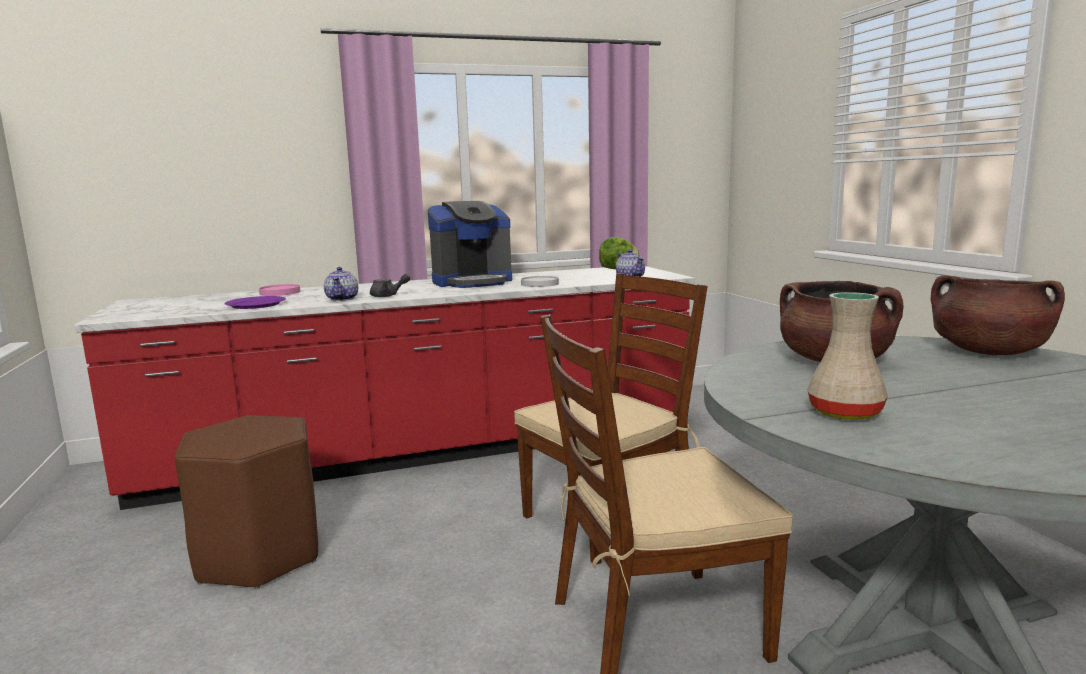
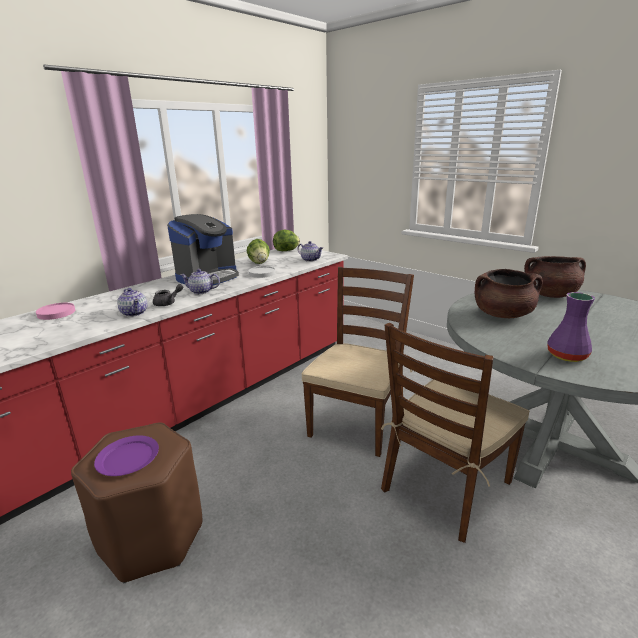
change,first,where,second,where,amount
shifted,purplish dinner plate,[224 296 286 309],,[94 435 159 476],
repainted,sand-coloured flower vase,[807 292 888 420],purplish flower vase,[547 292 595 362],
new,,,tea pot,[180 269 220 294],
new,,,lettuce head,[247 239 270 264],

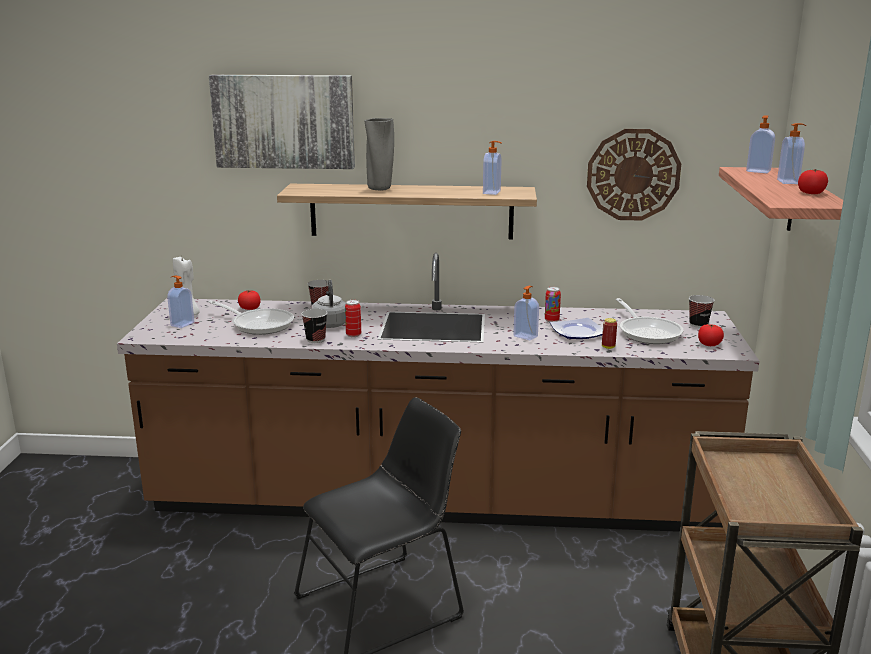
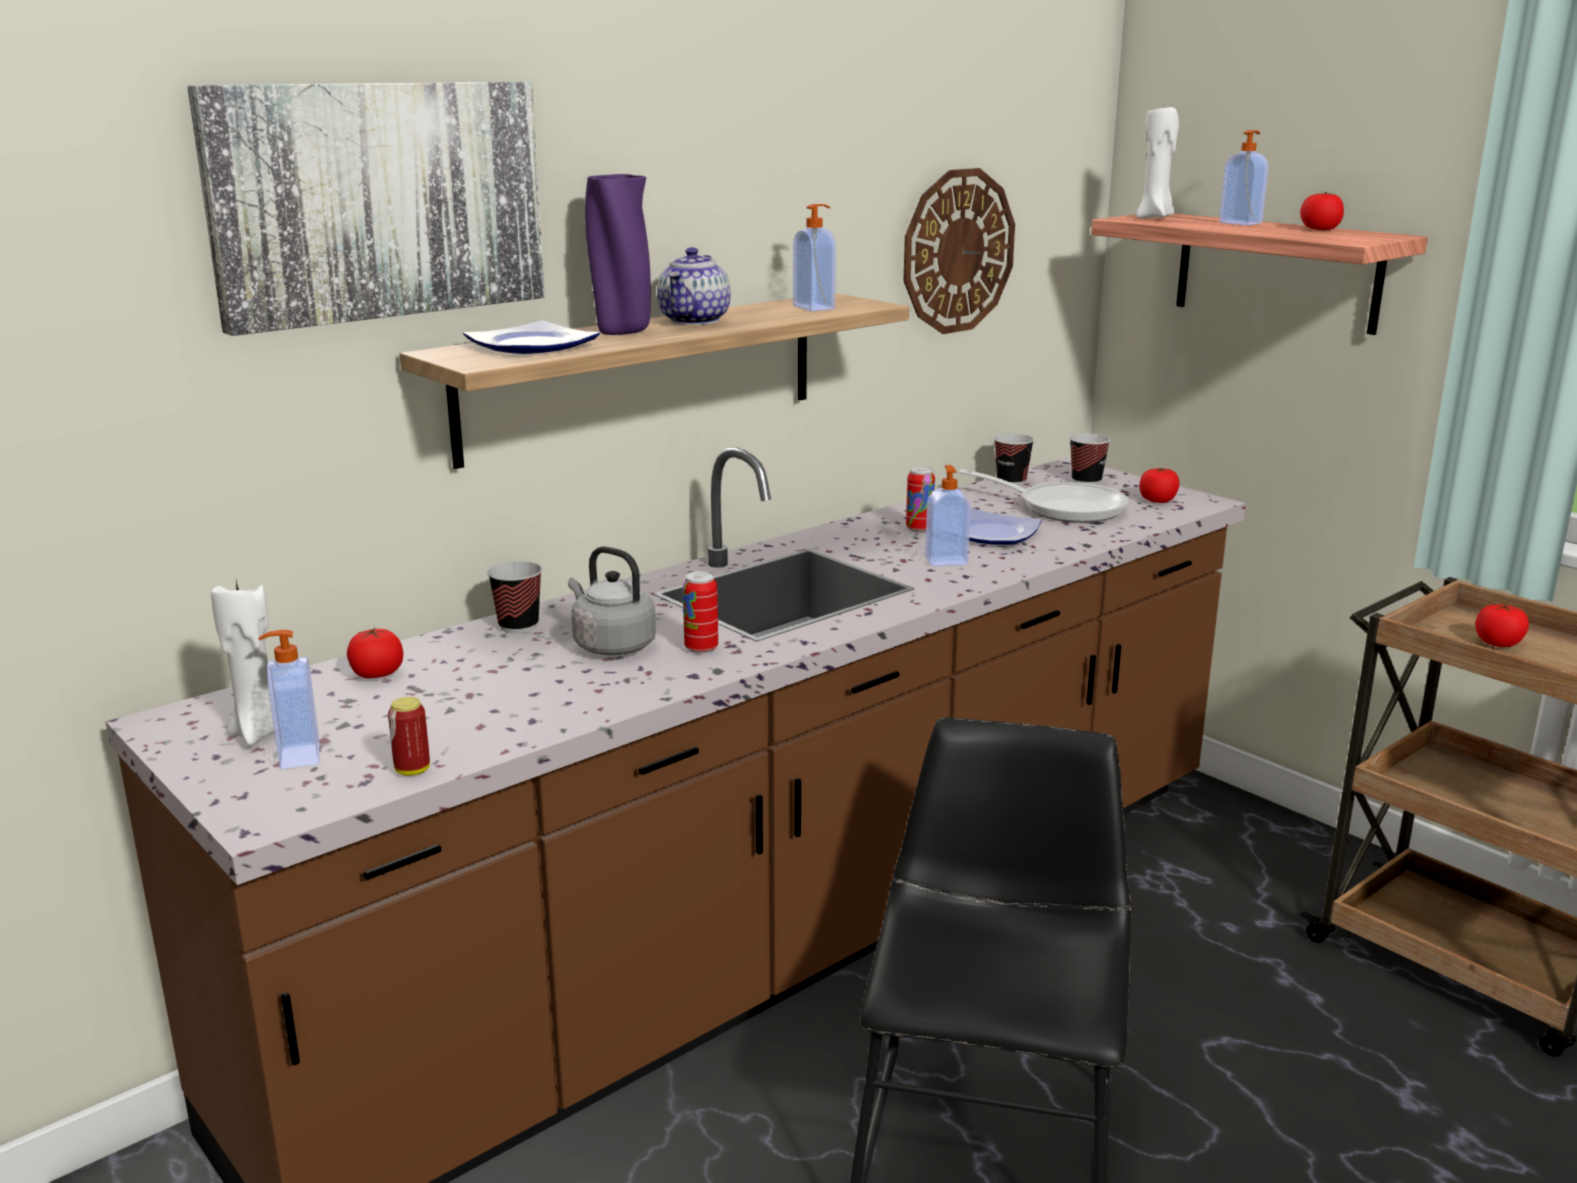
change,first,where,second,where,amount
gone,pan,[208 300 294 335],,,
shifted,drinking cup,[301 309 327 343],,[994 433 1034 485],
repainted,greyish flower vase,[364 118 394 191],purplish flower vase,[585 174 651 335],
shifted,metal can,[602 318 617 349],,[388 697 430 776],
swapped,soap bottle,[746 115 775 173],white wax candle,[1136 107 1179 218],
new,,,dinner plate,[463 320 600 354],
new,,,tea pot,[657 247 731 325],
new,,,tomato,[1475 604 1529 647],

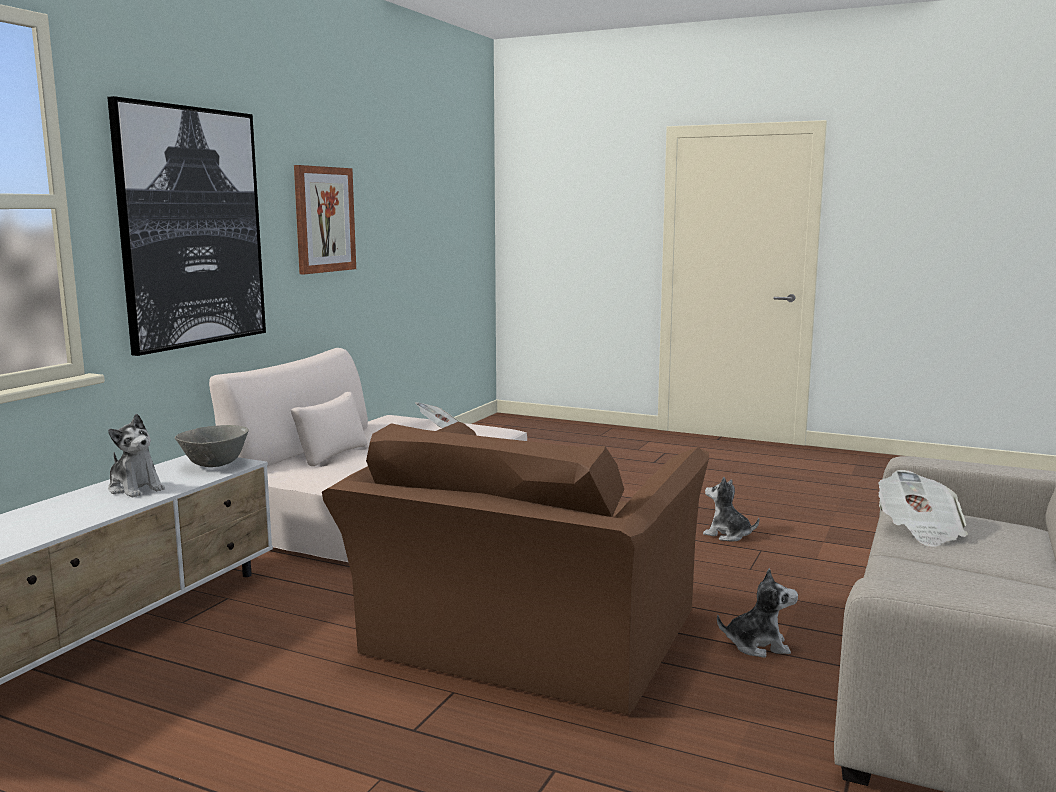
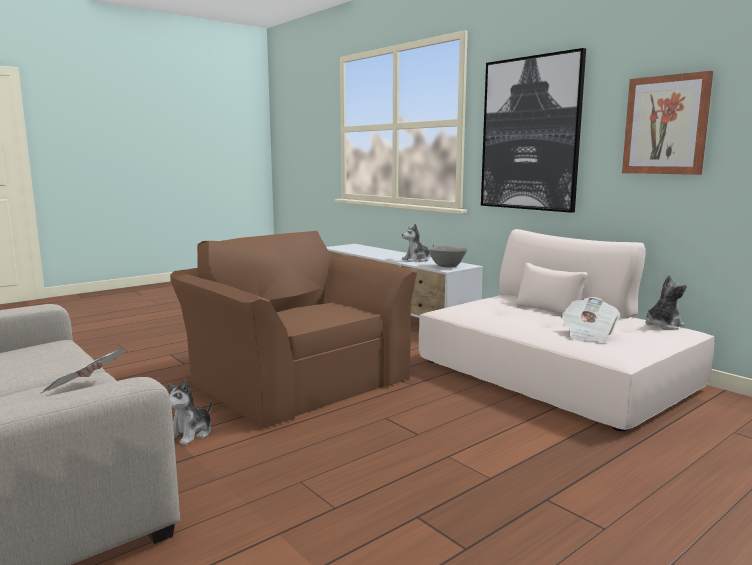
change,first,where,second,where,amount
shifted,soft toy,[703 477 759 542],,[645 275 686 330],

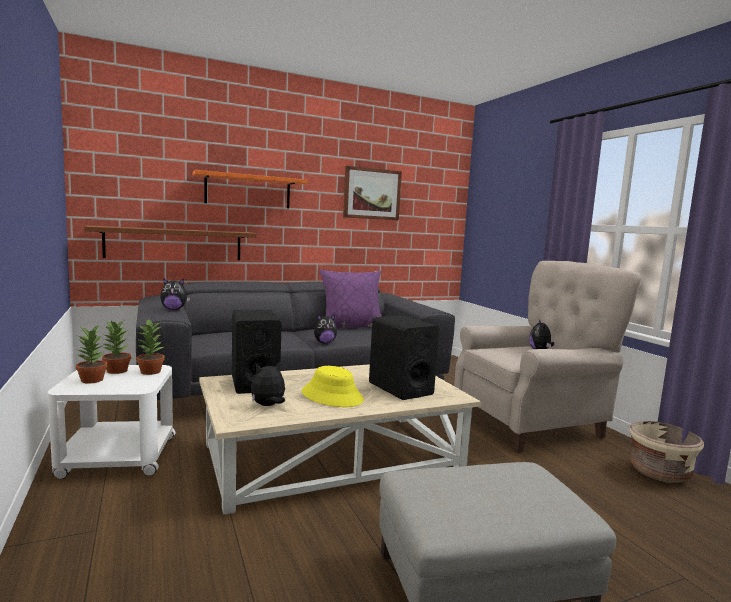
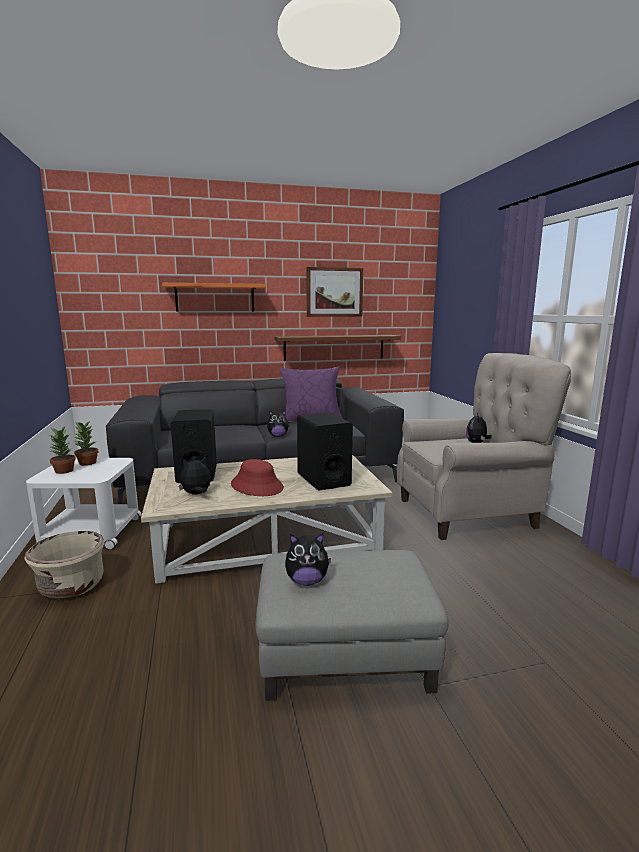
change,first,where,second,where,amount
shifted,brown wall shelf,[84 226 257 260],,[274 335 401 361],
gone,potted plant,[136 319 164 375],,,
shifted,soft toy,[160 278 190 310],,[285 533 331 586],
repainted,yellow-coloured hat,[302 366 364 407],red hat,[231 459 284 496],
shifted,sand-coloured planter,[629 421 704 483],,[24 531 105 599],

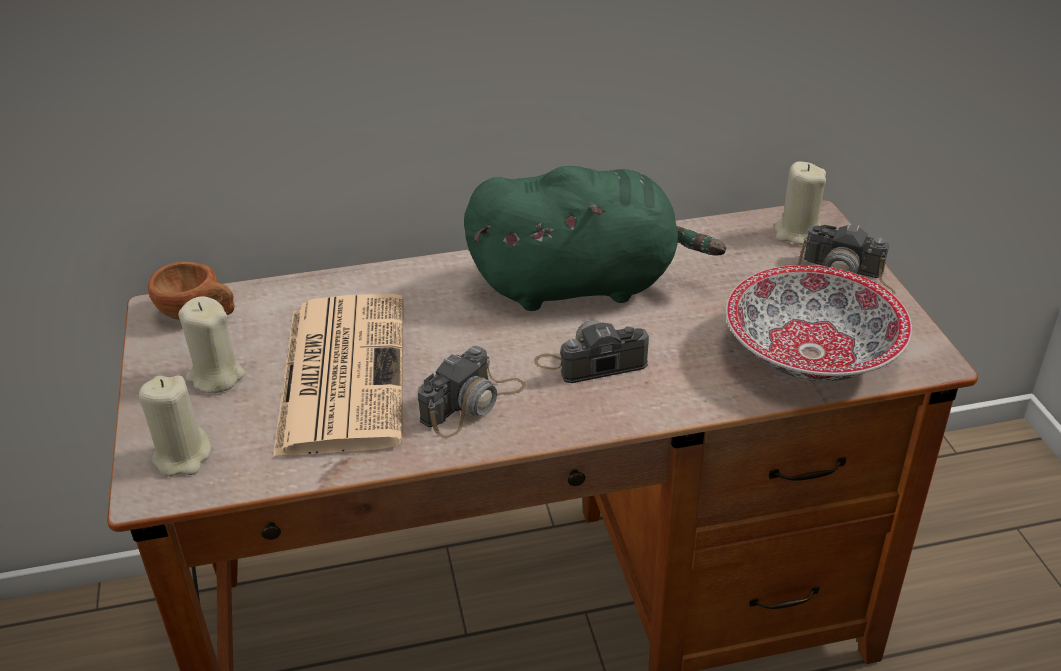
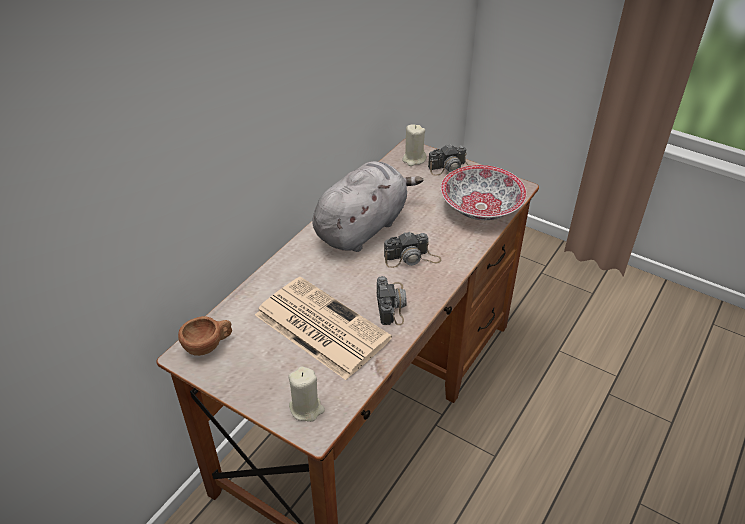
change,first,where,second,where,amount
gone,sand-coloured wax candle,[178 296 245 393],,,
repainted,greenish soft toy,[464 166 726 311],greyish soft toy,[312 161 423 252],
rotated,photo camera,[534 320 649 383],,[384 231 442 268],135 degrees counterclockwise

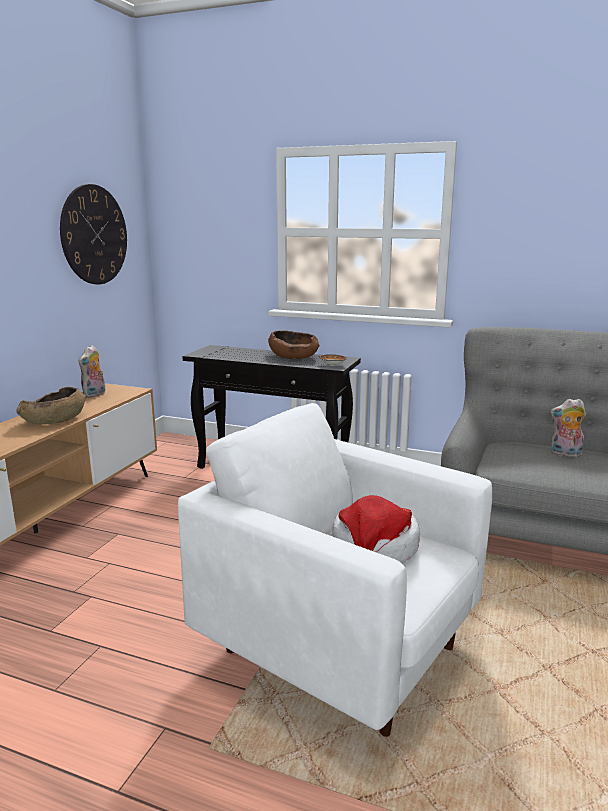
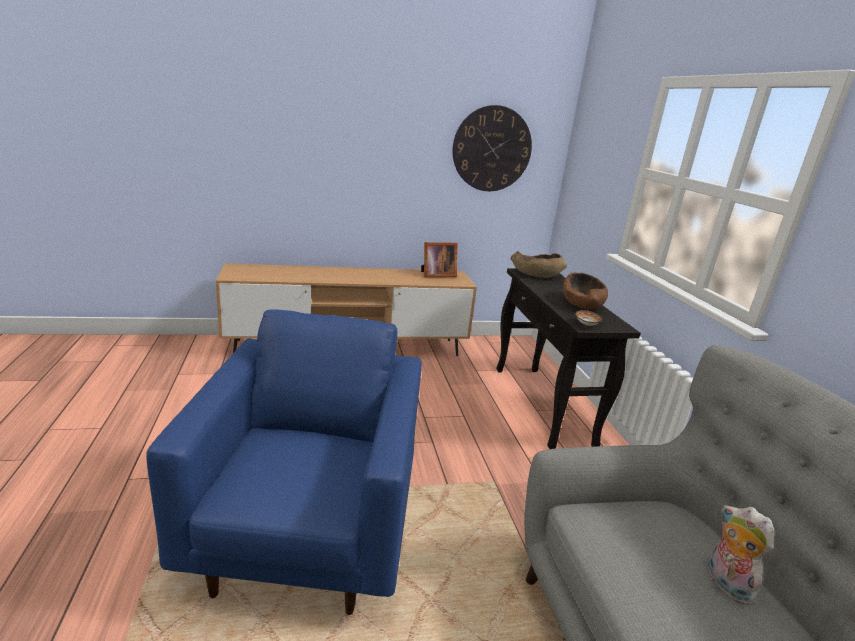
change,first,where,second,where,amount
shifted,brown bowl,[16 387 86 424],,[511 251 567 278],
swapped,soft toy,[78 345 105 398],standing frame,[421 242 458 277],
repainted,white lounge chair,[178 403 492 737],blue-coloured lounge chair,[146 309 422 615],
gone,hat,[332 495 420 563],,,

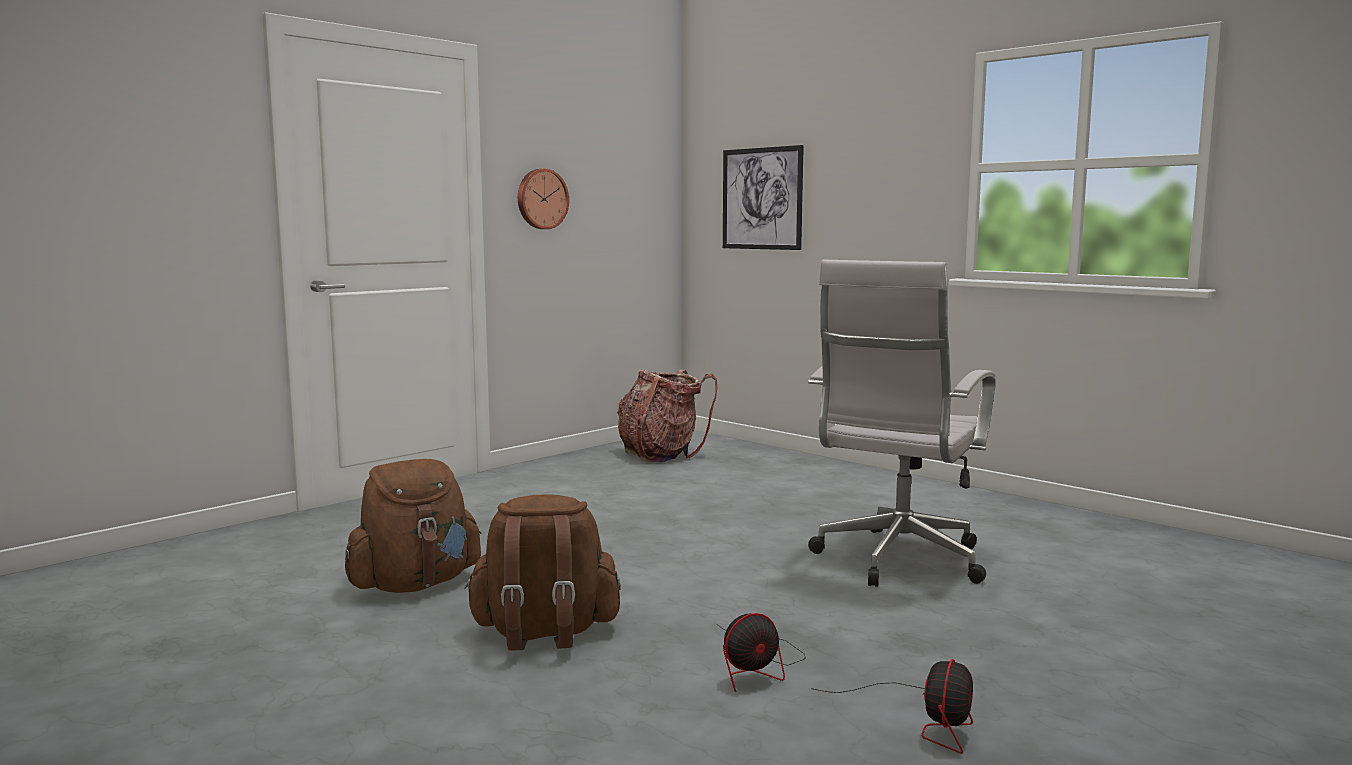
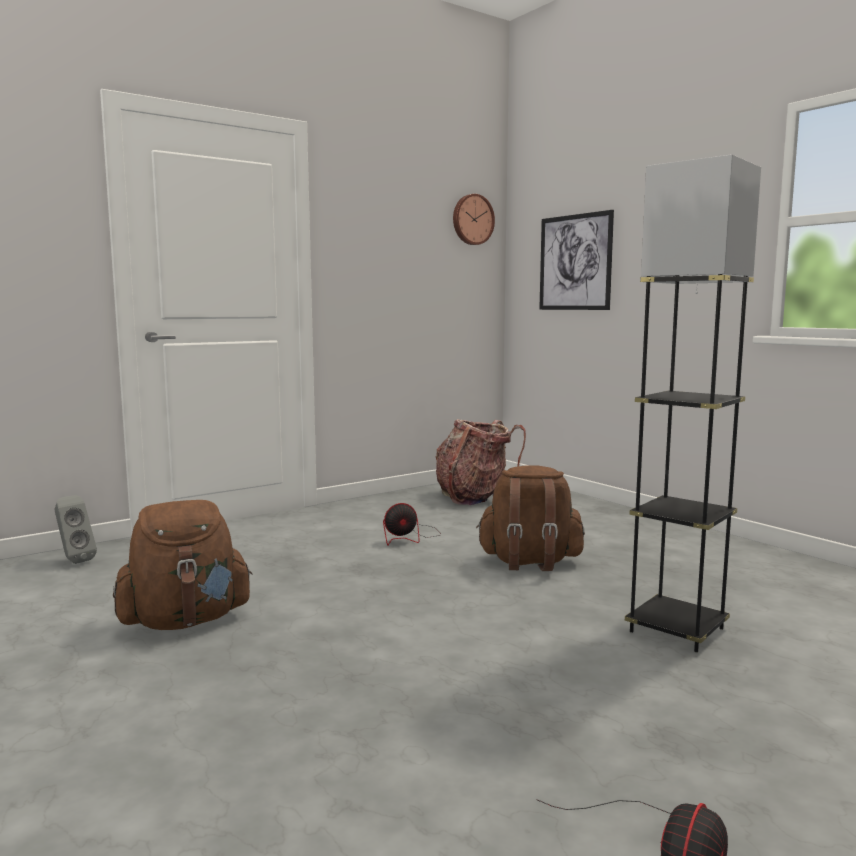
change,first,where,second,where,amount
shifted,brown backpack,[464 495 621 651],,[476 465 585 571],
shifted,hanging clock,[518 169 569 229],,[453 194 495 245],
shifted,cooling fan,[717 613 806 692],,[383 503 441 546],
swapped,white desk chair,[808 260 996 587],greyish floor lamp,[625 154 761 653],
new,,,greyish speaker,[54 495 97 564],

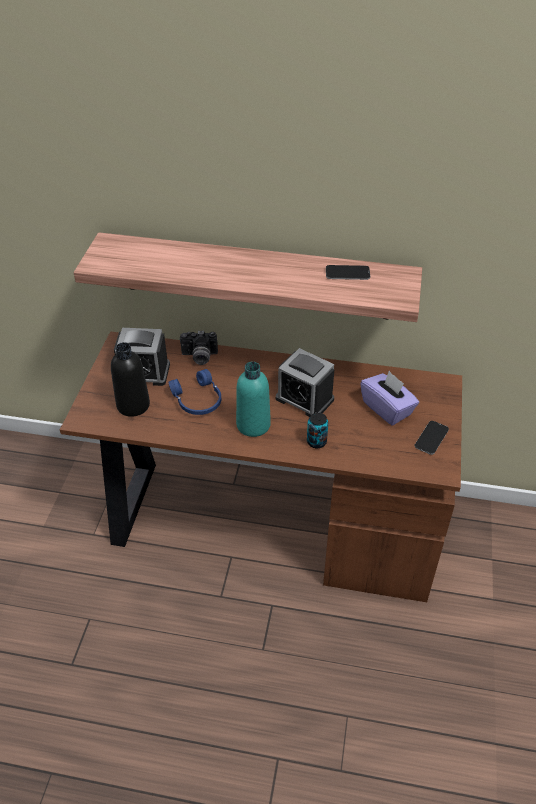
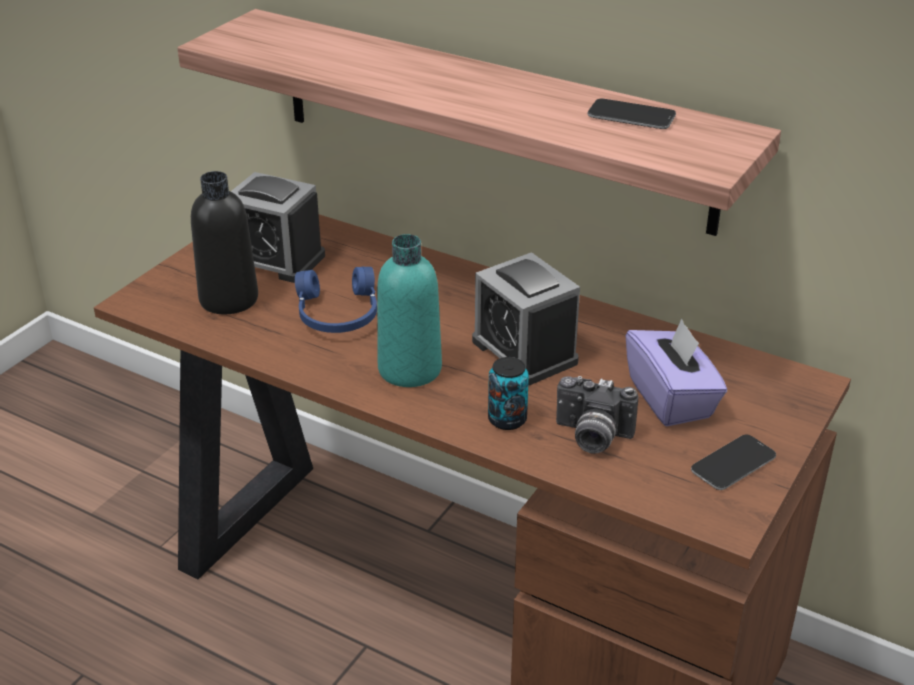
change,first,where,second,where,amount
shifted,photo camera,[180 330 218 365],,[556 376 638 454],

